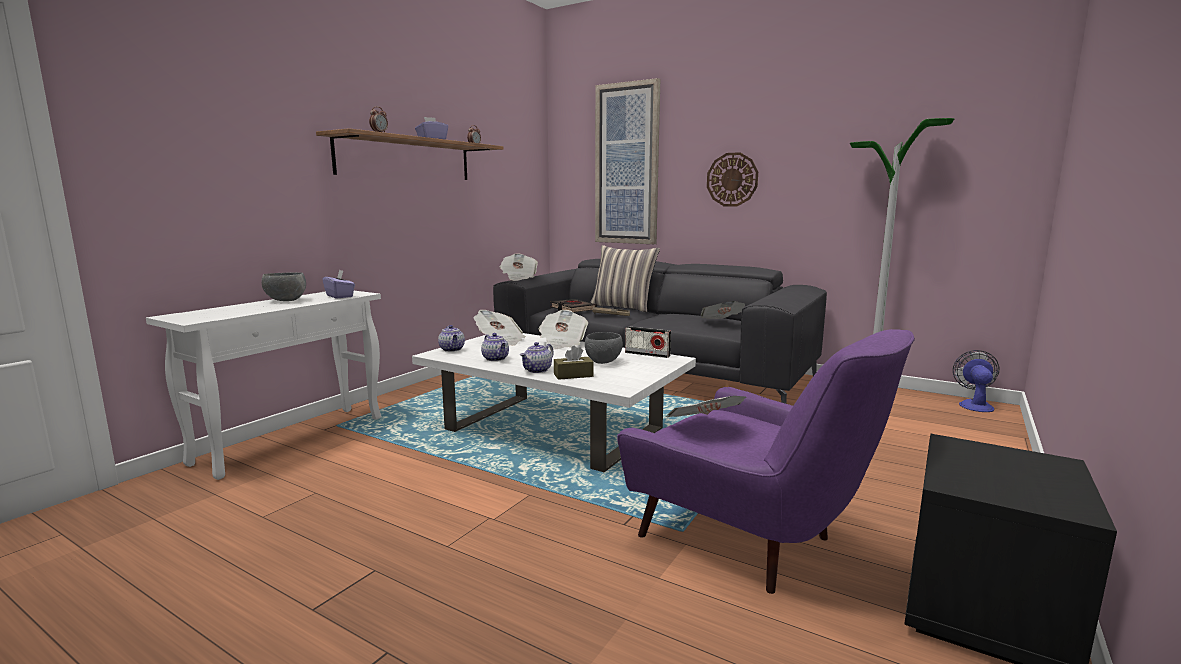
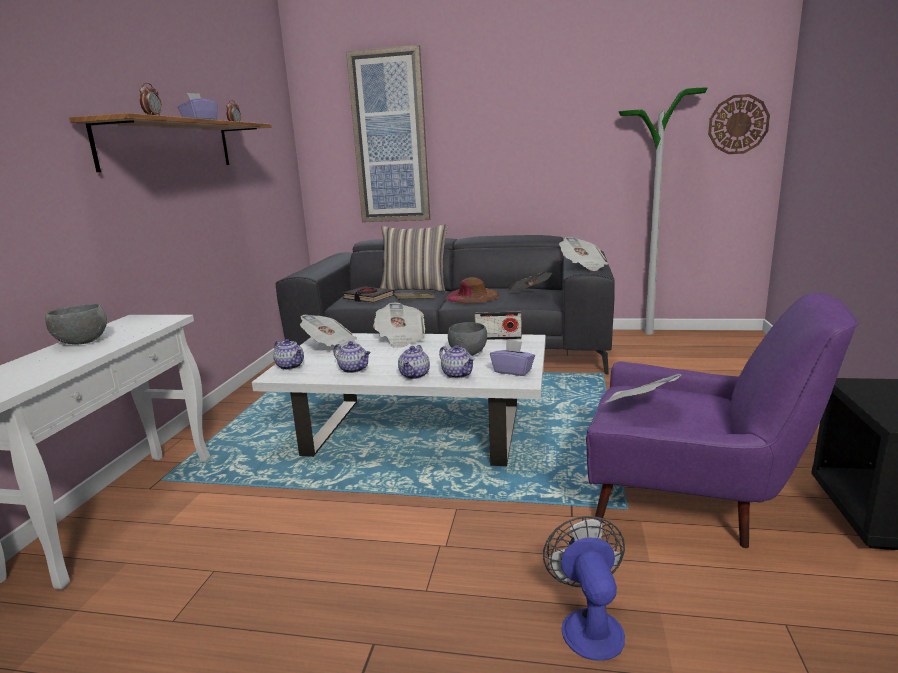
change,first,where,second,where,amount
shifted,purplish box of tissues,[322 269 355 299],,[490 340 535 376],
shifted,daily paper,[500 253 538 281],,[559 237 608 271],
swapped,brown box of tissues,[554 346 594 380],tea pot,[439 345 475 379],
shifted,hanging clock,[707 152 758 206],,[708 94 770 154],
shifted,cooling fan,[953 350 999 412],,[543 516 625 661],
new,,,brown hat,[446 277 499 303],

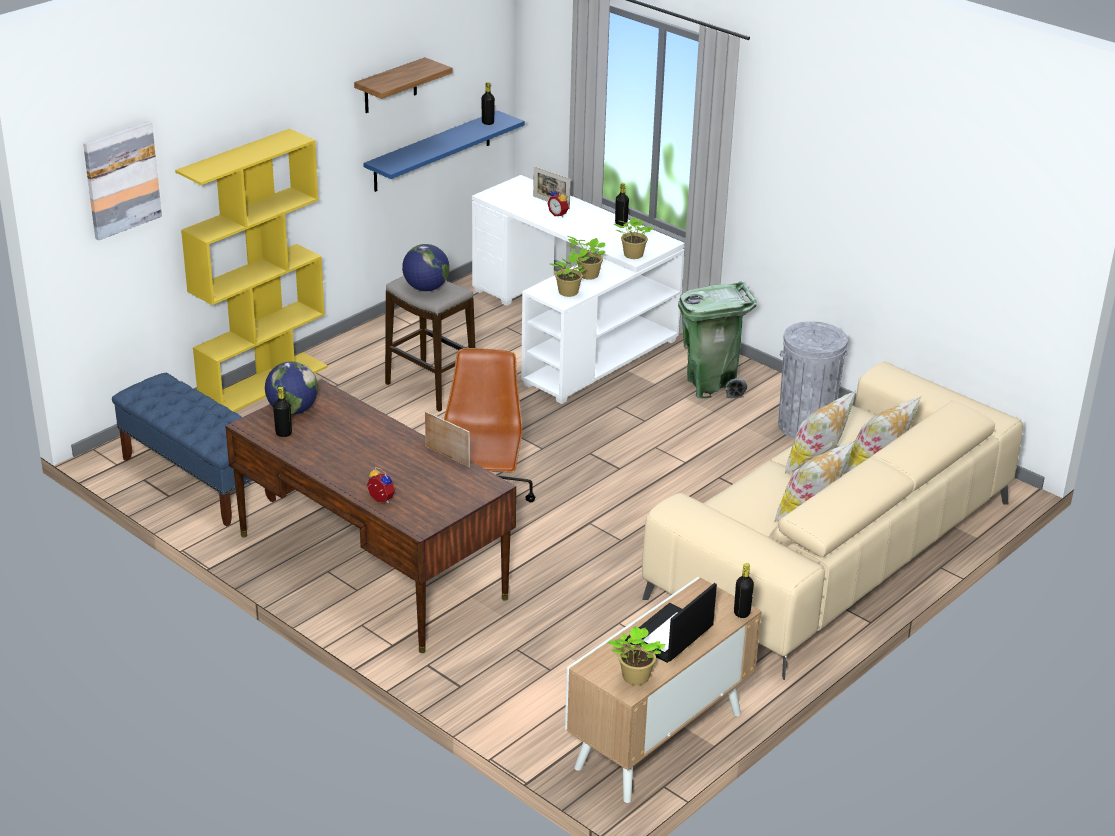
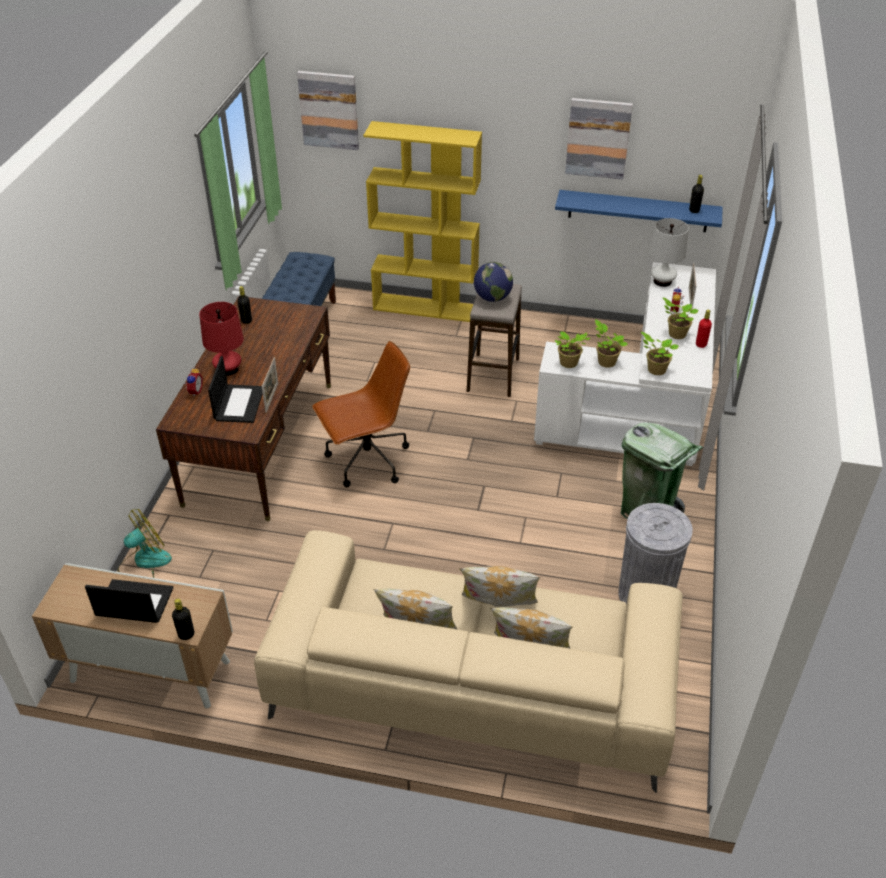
change,first,where,second,where,amount
gone,desk globe,[265 361 318 415],,,
swapped,wall shelf,[354 57 452 113],picture,[565 98 633 180],
shifted,potted plant,[608 626 665 685],,[663 298 698 339],
repainted,blackish beverage bottle,[615 183 629 226],red beverage bottle,[696 310 712 348],
new,,,cooling fan,[118 509 172 578],
new,,,red tabletop lamp,[199 302 244 376],
new,,,portable computer,[208 356 263 423],
new,,,white tabletop lamp,[649 218 689 287],

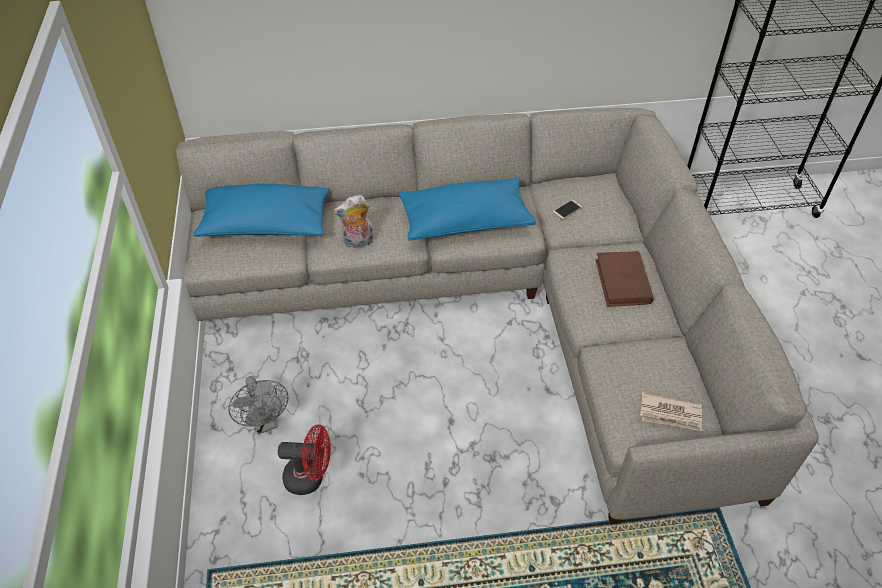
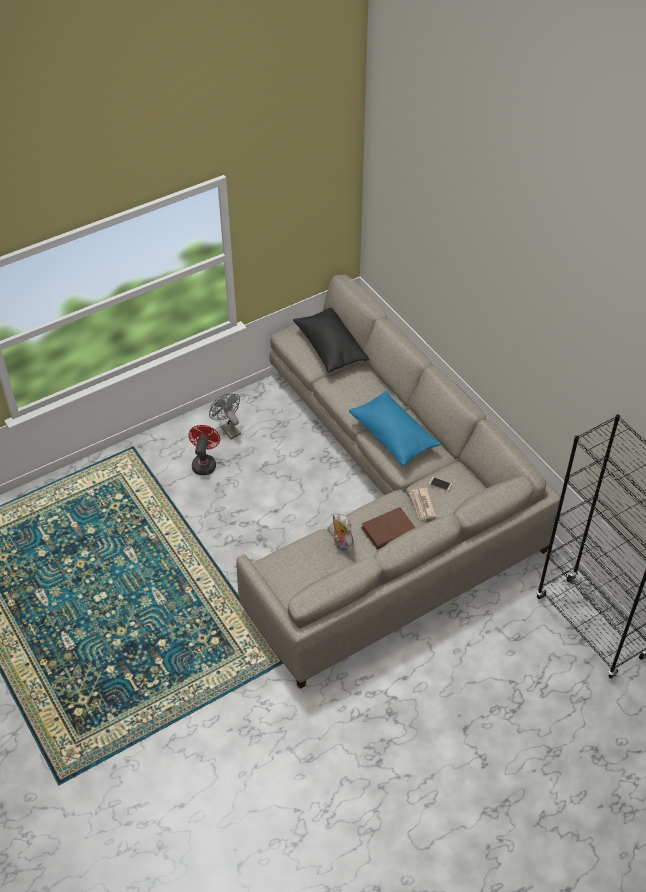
change,first,where,second,where,amount
repainted,blue-coloured cushion,[193 184 330 237],blackish cushion,[293 307 369 373],
rotated,greyish cooling fan,[228 376 289 434],,[209 394 241 439],105 degrees clockwise
rotated,red cooling fan,[278 425 331 495],,[188 425 220 475],150 degrees counterclockwise
shifted,soft toy,[334 195 374 248],,[333 513 354 553],
shifted,daily paper,[640 392 702 431],,[409 488 437 521],

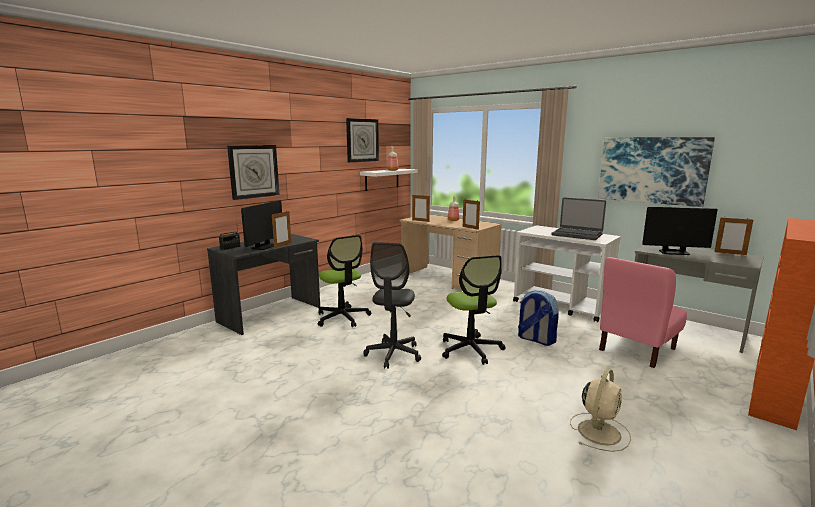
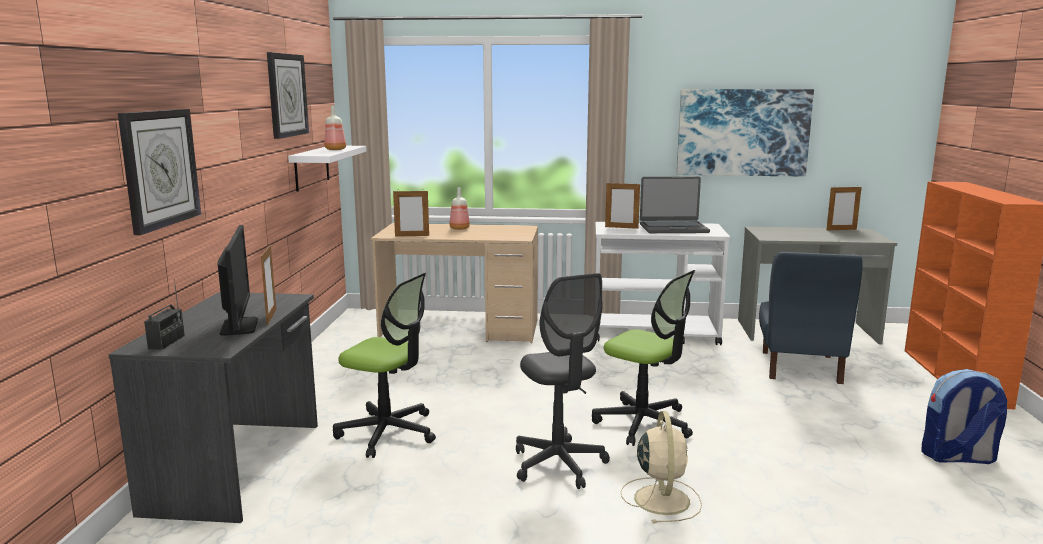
change,first,where,second,where,amount
shifted,standing frame,[463 199 480 230],,[605 182 640 229],
shifted,backpack,[518 291 559 346],,[921 369 1007 464],
shifted,sand-coloured cooling fan,[570 369 631 452],,[621 411 702 524],
repainted,pinkish upright chair,[599 257 687 368],blue-coloured upright chair,[759 252 863 384],
gone,monitor,[642 207 718 255],,,

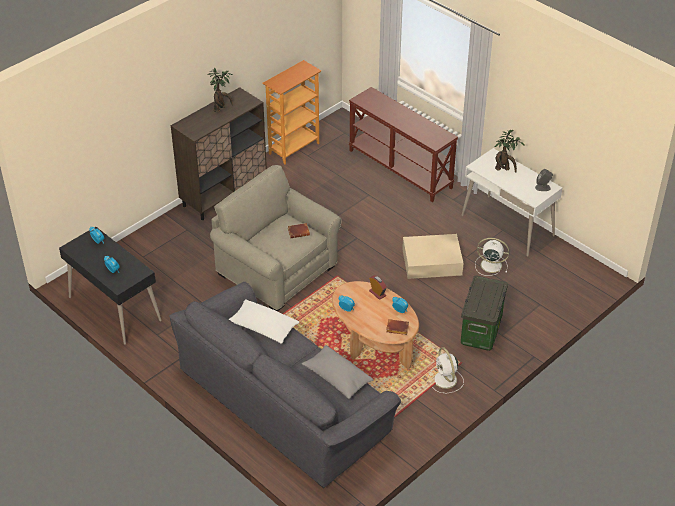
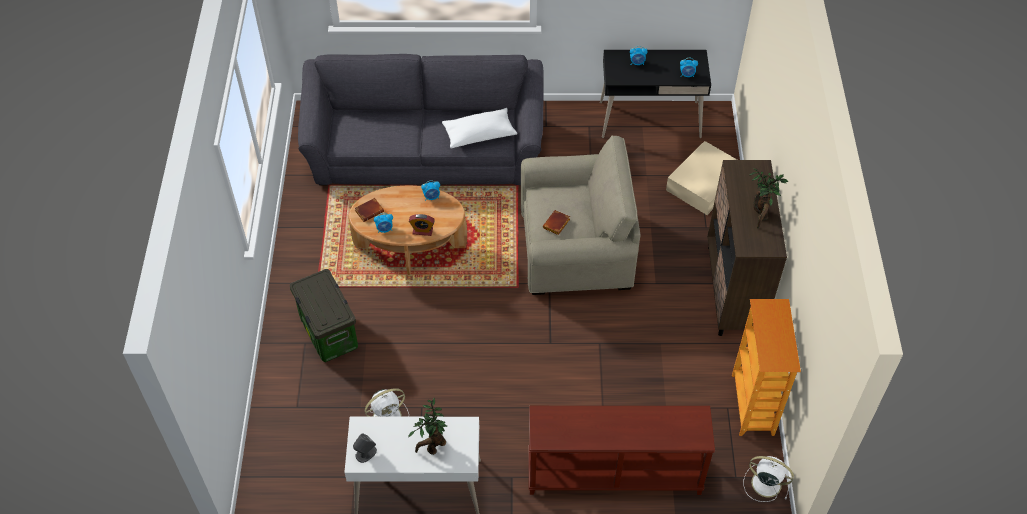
change,first,where,second,where,amount
gone,greyish cushion,[302 345 373 399],,,
shifted,sand-coloured storage container,[402 234 464 279],,[666 141 737 215],
shifted,white cooling fan,[428 347 464 393],,[743 456 794 502],

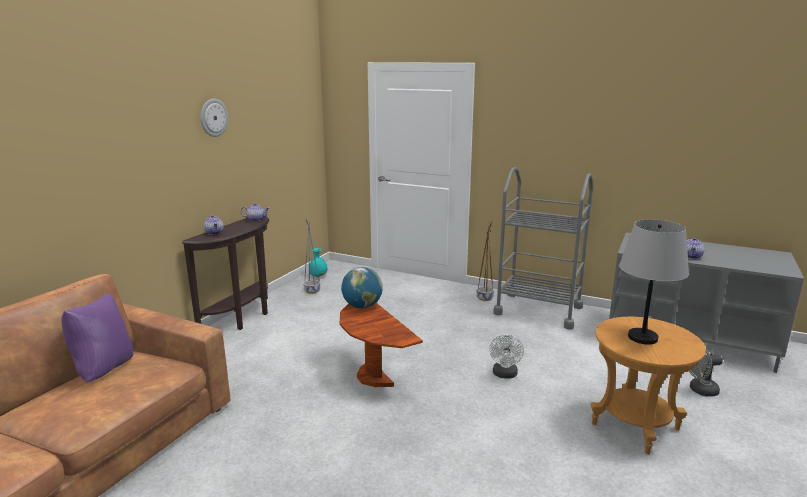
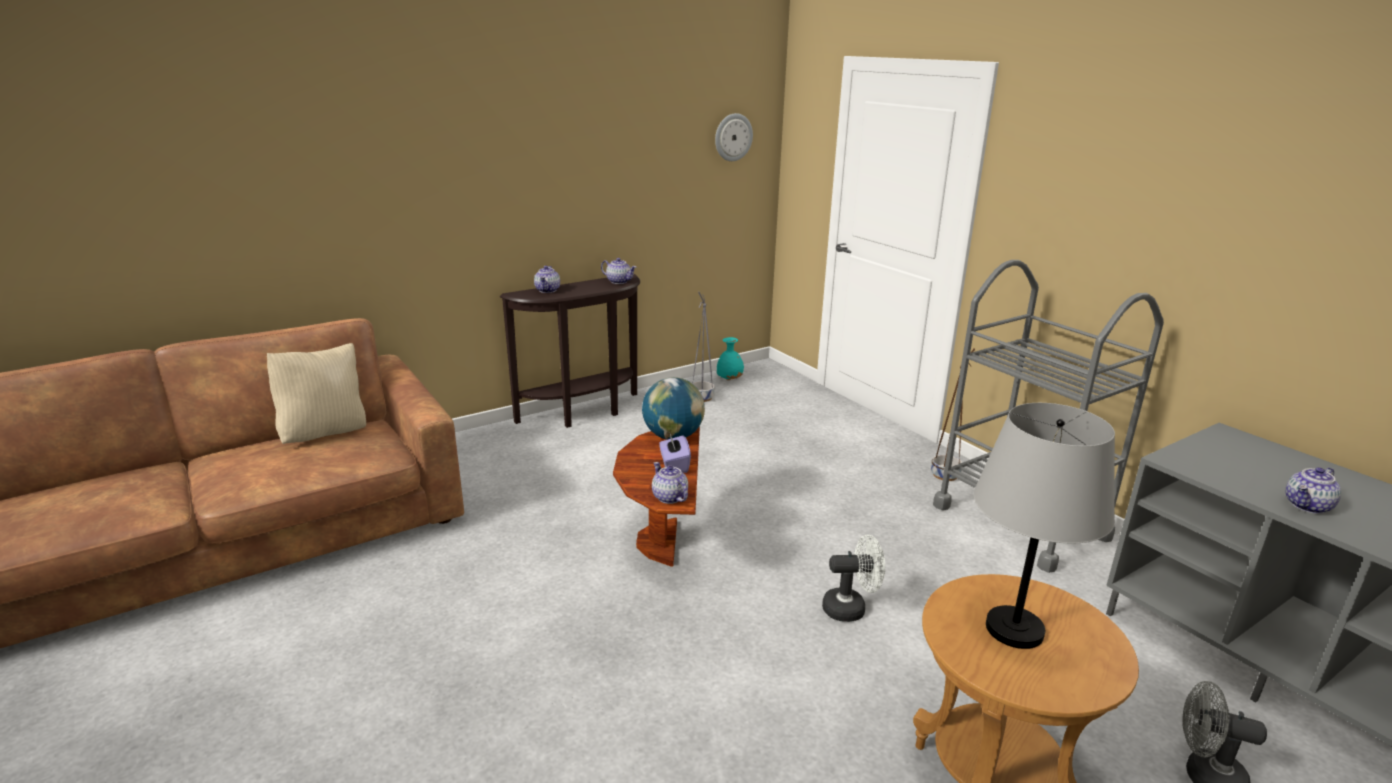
change,first,where,second,where,amount
repainted,purplish cushion,[61 294 133 383],sand-coloured cushion,[267 343 366 444],
shifted,hanging clock,[201 99 228 137],,[715 113 753 161],
rotated,white cooling fan,[490 335 524 379],,[822 534 885 622],135 degrees counterclockwise
new,,,tea pot,[652 462 688 504],
new,,,purplish box of tissues,[659 434 691 473],

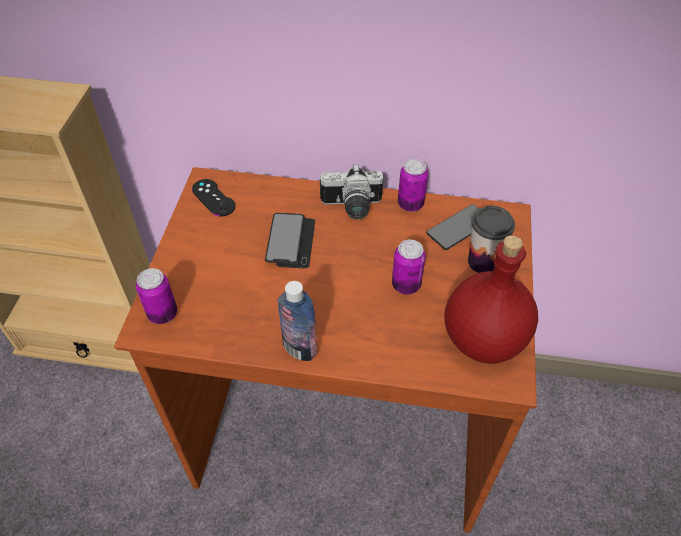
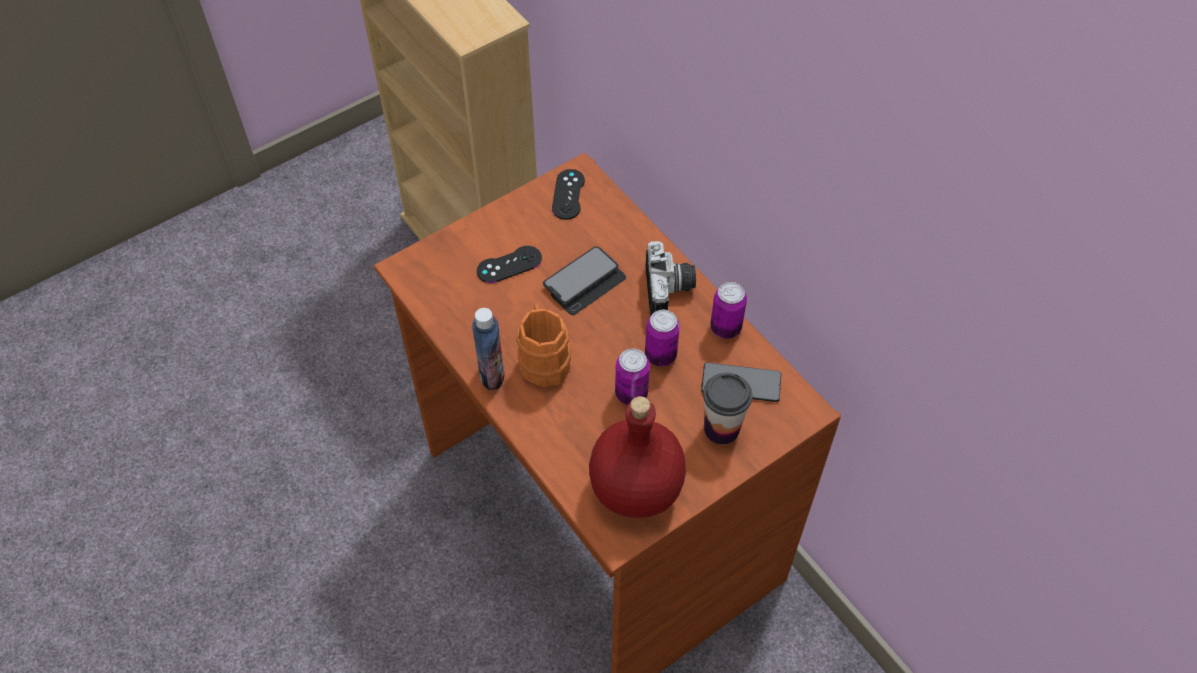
change,first,where,second,where,amount
shifted,metal can,[136 268 177 324],,[645 310 680 366],
rotated,photo camera,[320 164 383 220],,[645 241 696 317],135 degrees counterclockwise
new,,,blackish game controller,[477 246 542 283],
new,,,orange mug,[516 304 571 387],

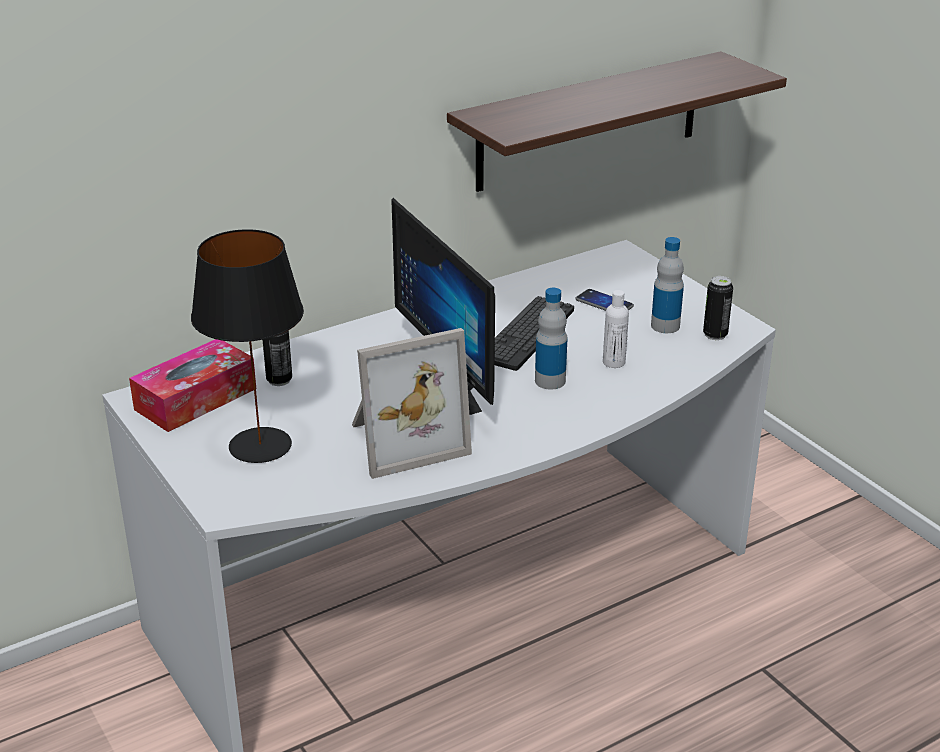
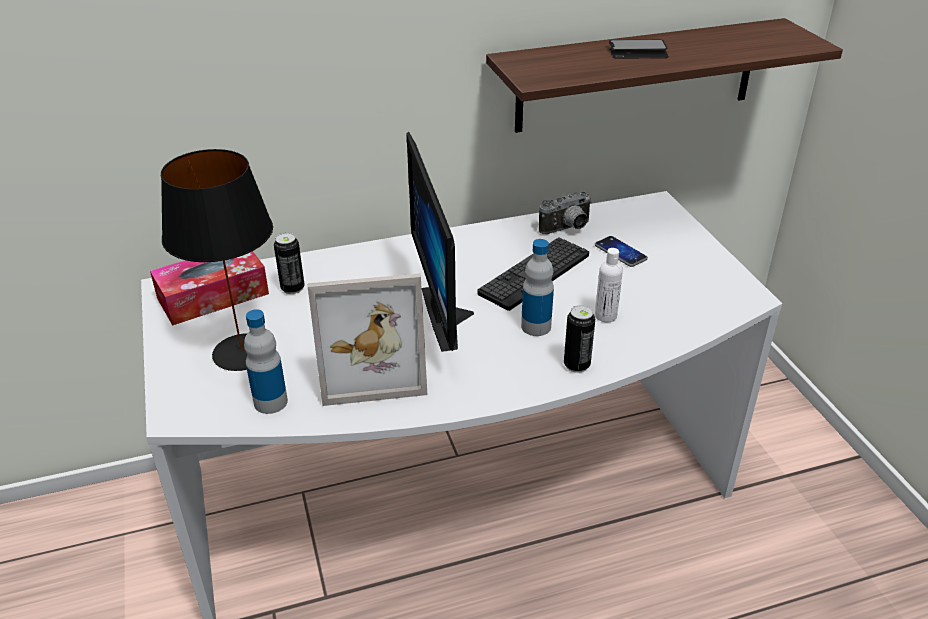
change,first,where,second,where,amount
shifted,beverage bottle,[651 237 684 333],,[244 309 288 414],
shifted,metal can,[703 276 733 340],,[564 305 595 373],
new,,,photo camera,[539 191 592 234],
new,,,telephone,[609 40 669 59],

